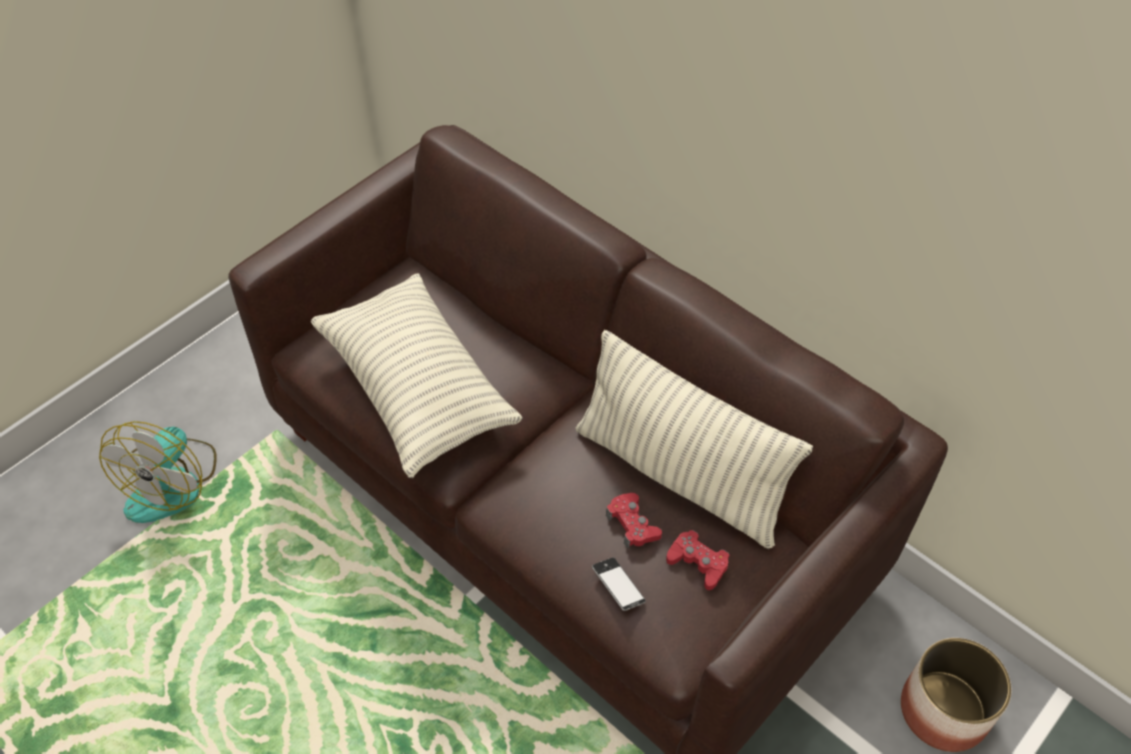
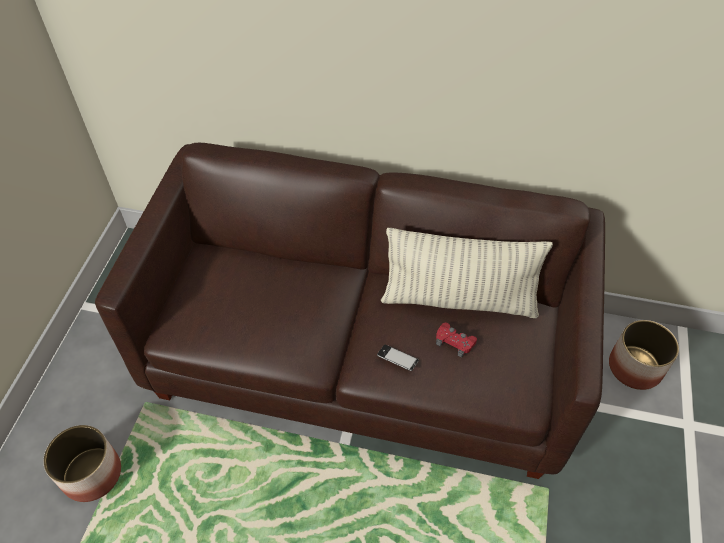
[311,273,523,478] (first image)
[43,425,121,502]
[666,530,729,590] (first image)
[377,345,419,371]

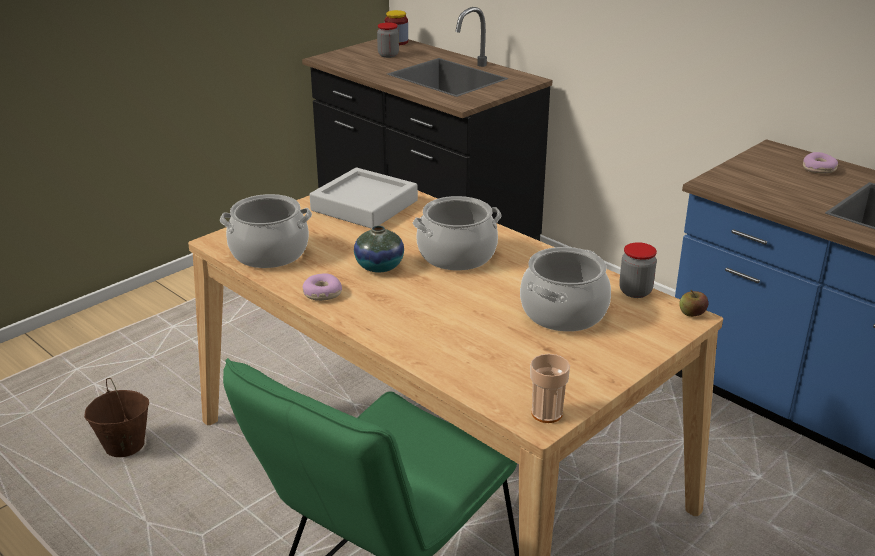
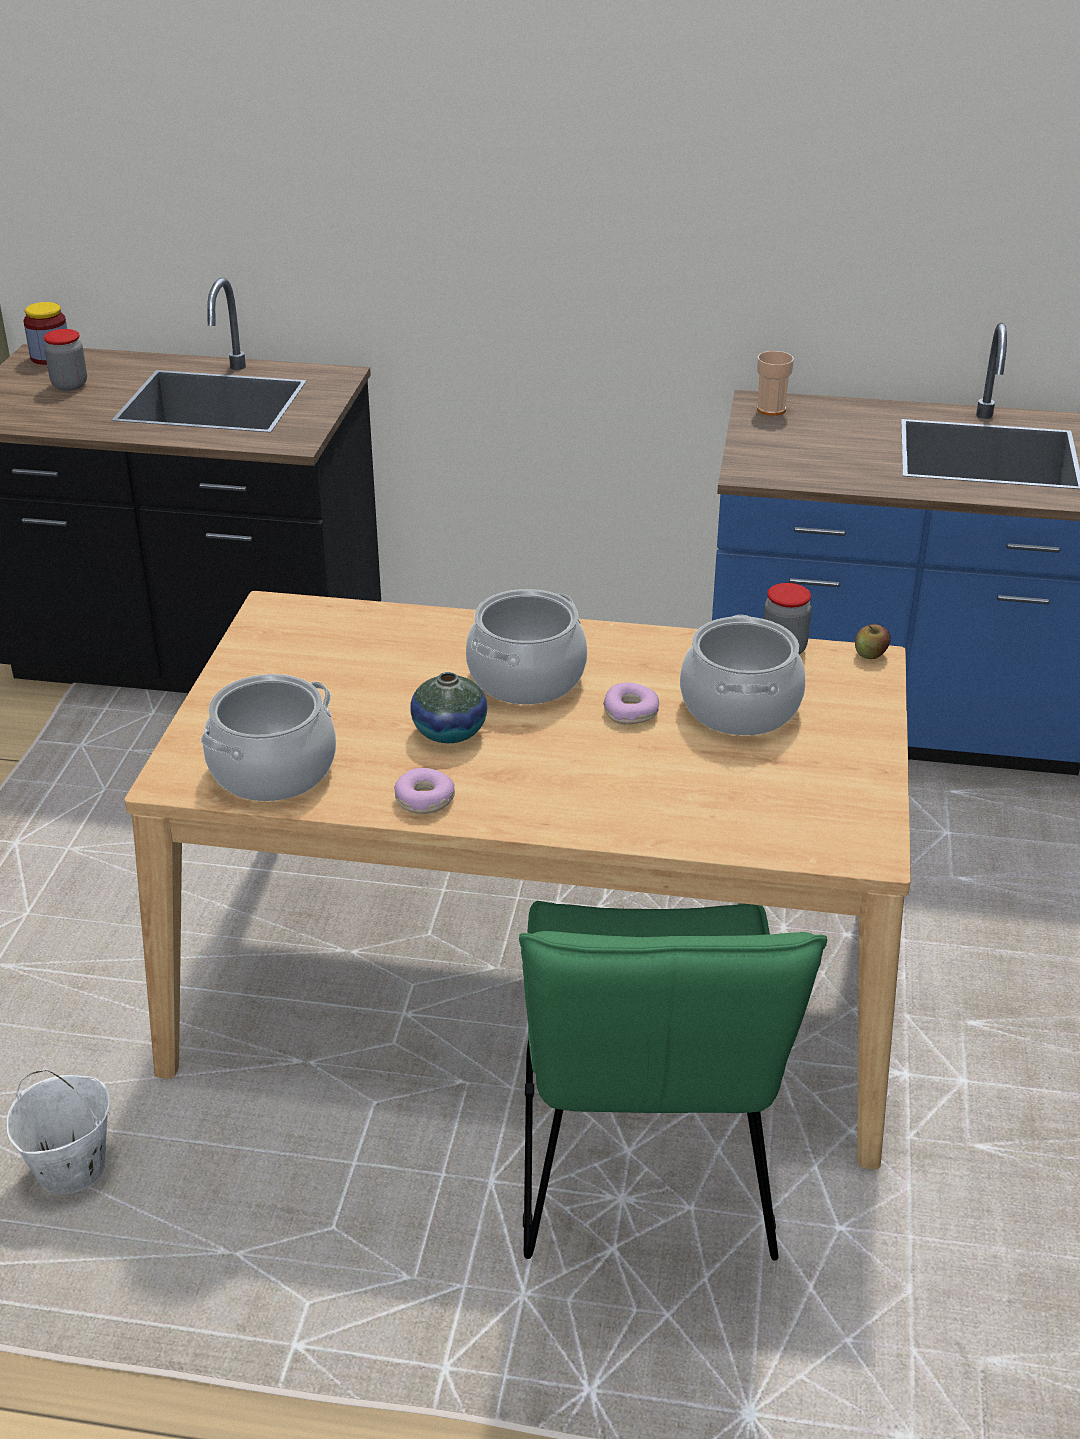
[603,682,659,724]
[309,168,418,229] (first image)
[757,351,794,416]
[6,1069,110,1194]

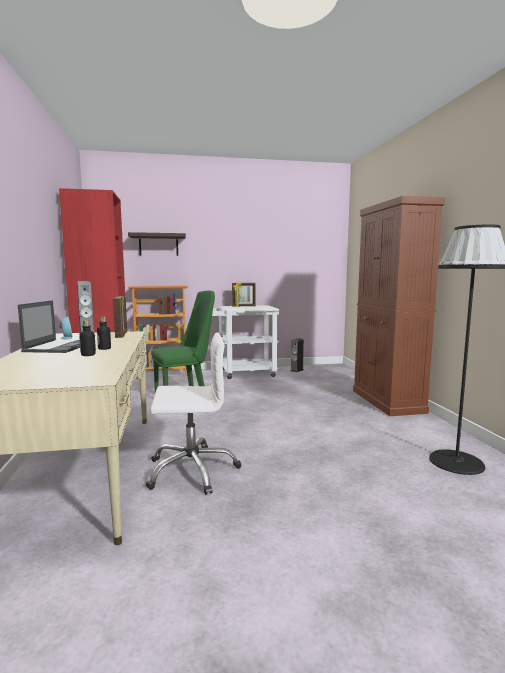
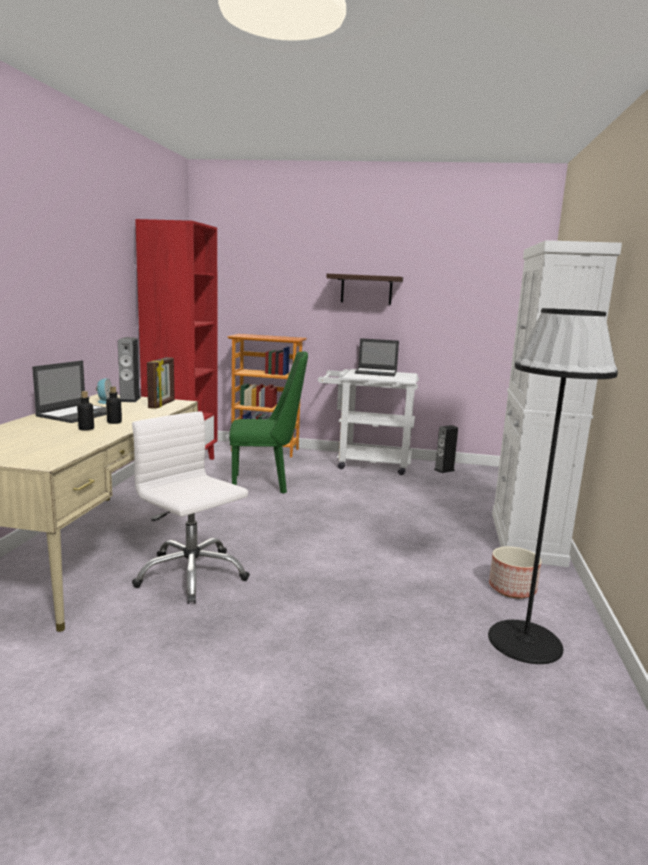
[492,240,622,567]
[326,274,403,305]
[355,338,399,376]
[132,411,250,604]
[489,546,541,598]

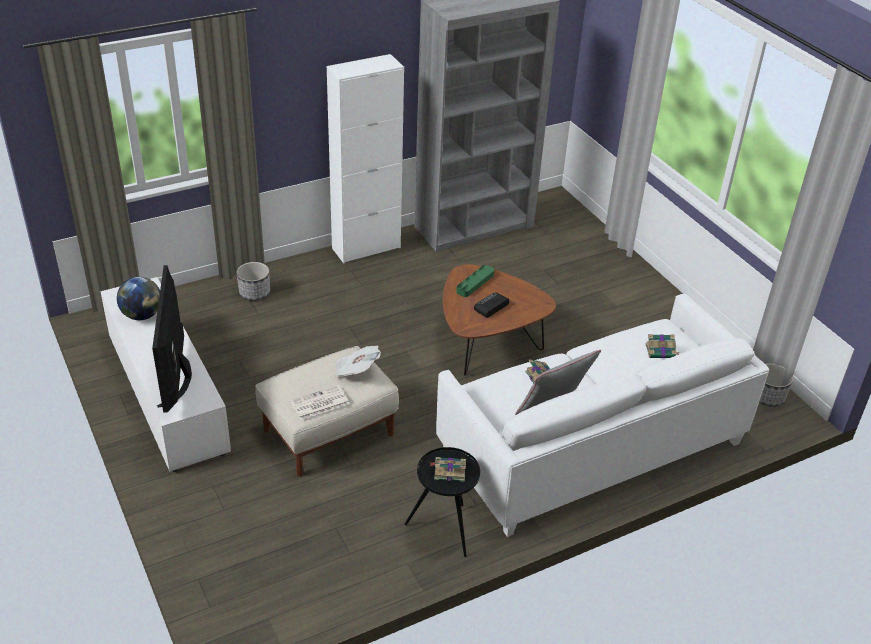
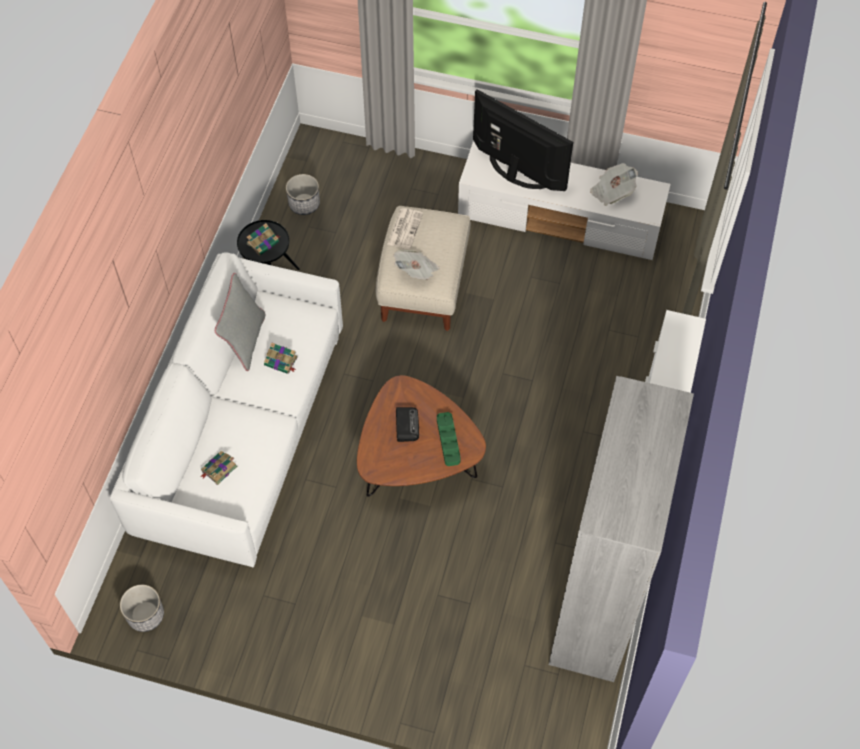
[286,174,320,215]
[590,163,638,206]

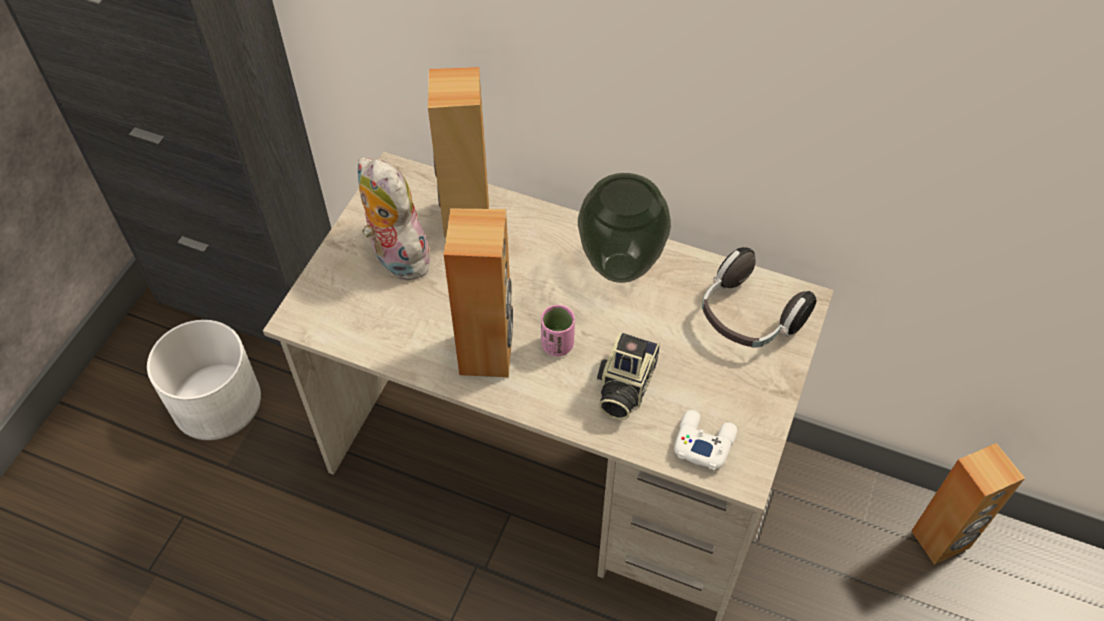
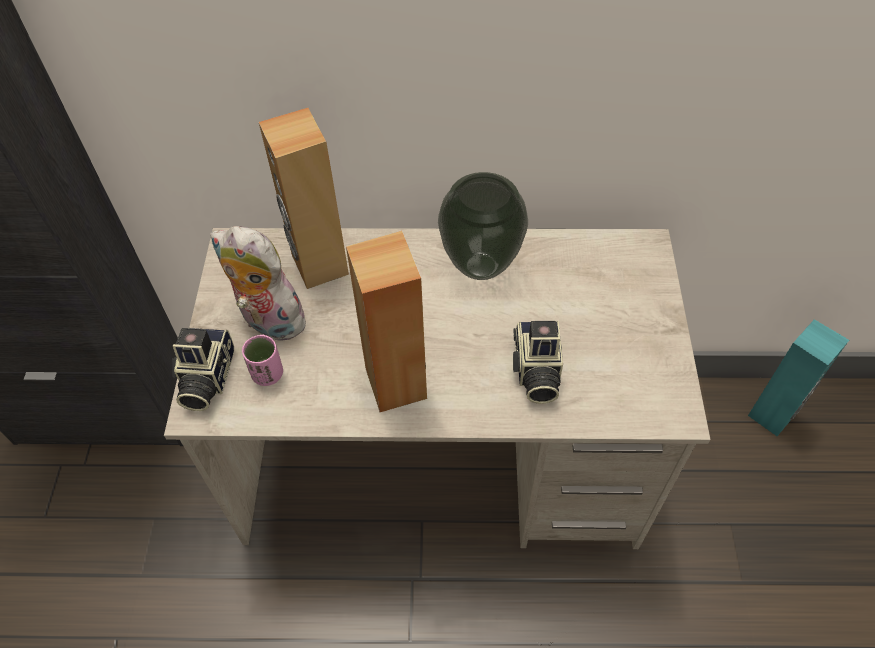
[702,247,817,347] (first image)
[242,334,283,386]
[147,320,261,440] (first image)
[674,410,737,471] (first image)
[748,319,849,436]
[172,328,234,411]

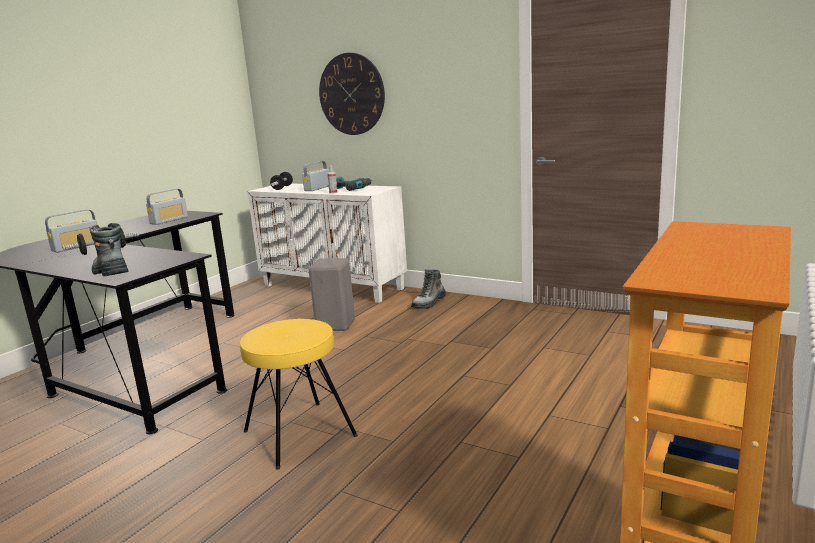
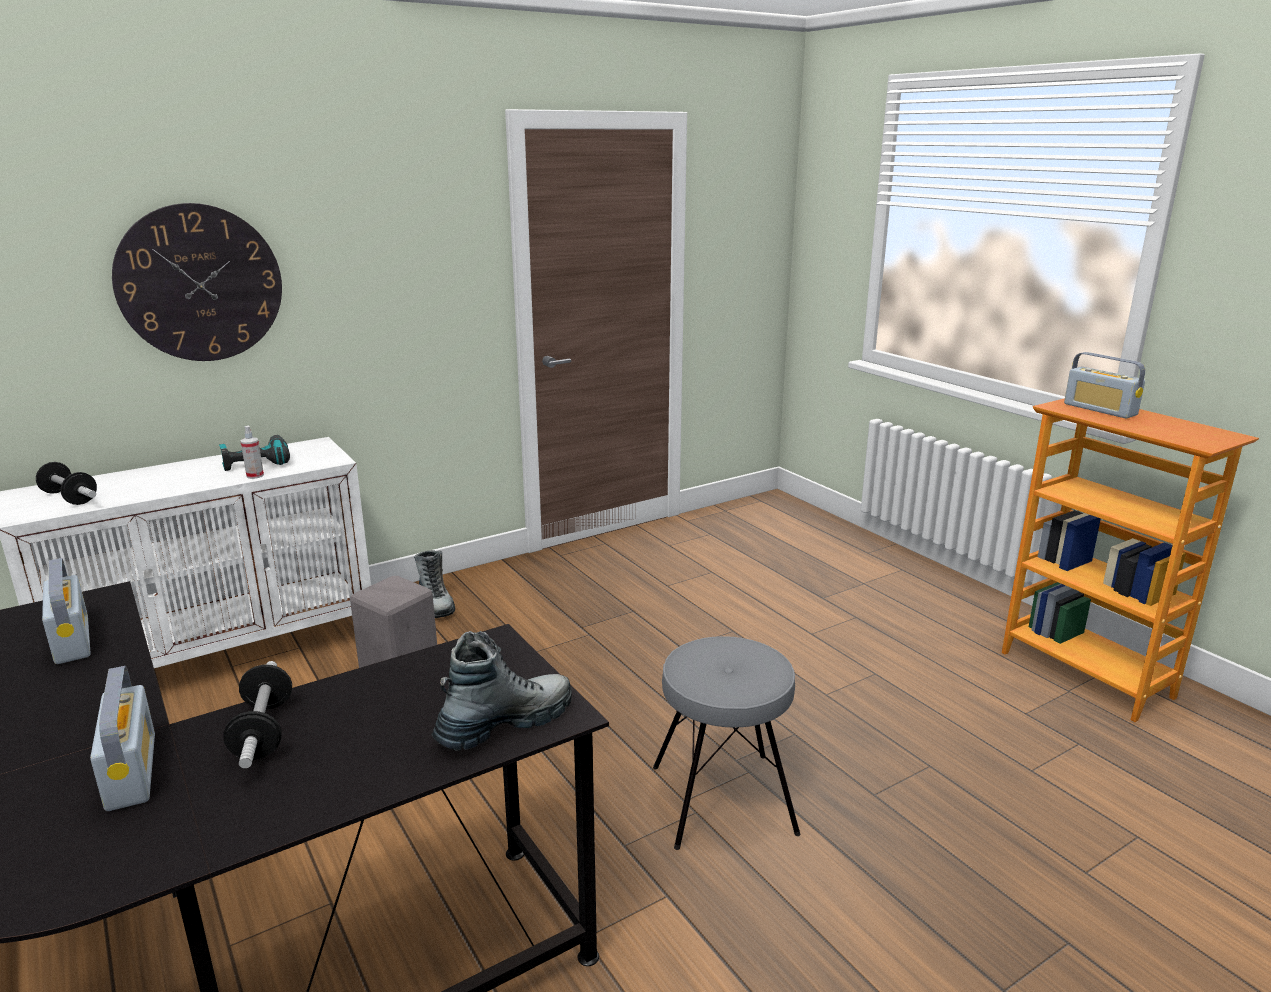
[1064,352,1145,419]
[431,631,572,751]
[653,636,800,850]

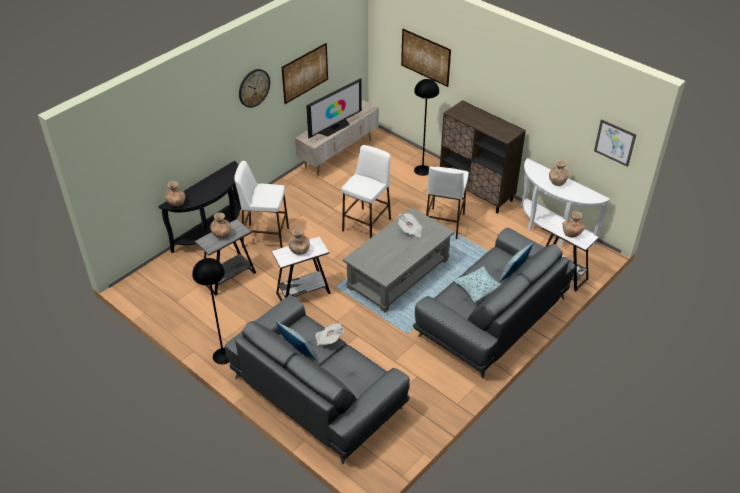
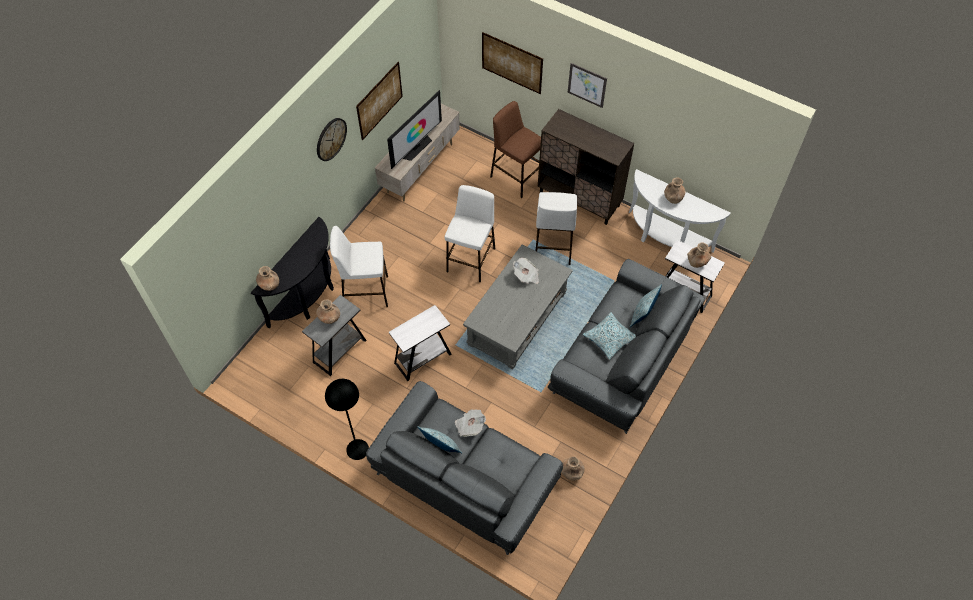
[490,101,541,198]
[568,63,607,108]
[561,456,585,481]

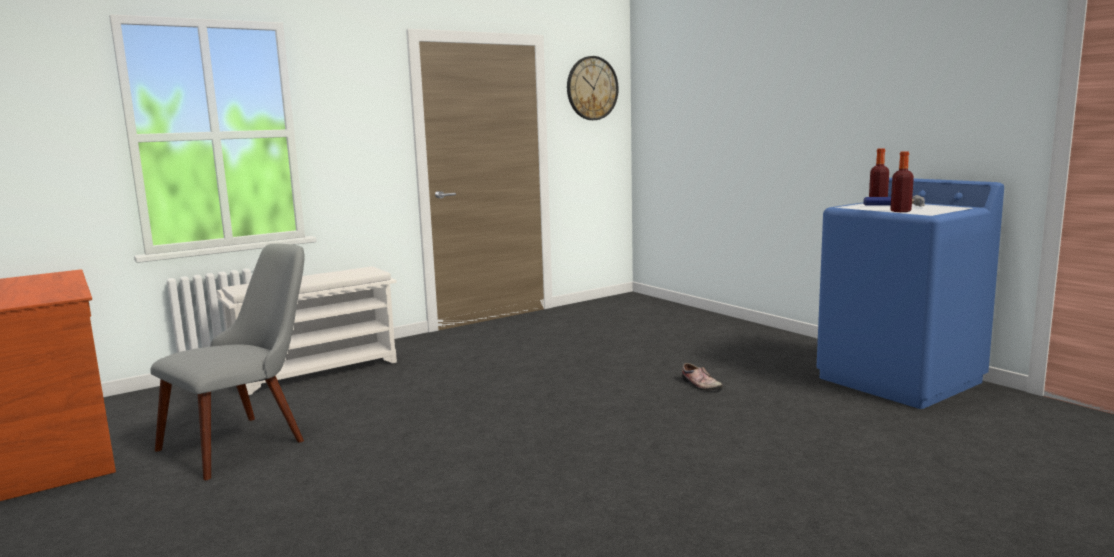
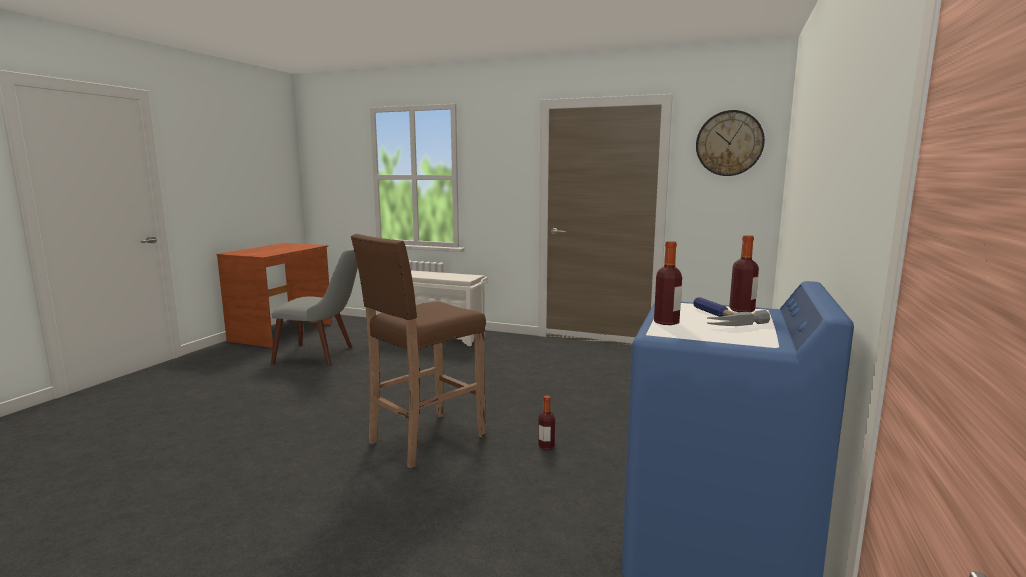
[538,396,555,450]
[351,234,486,468]

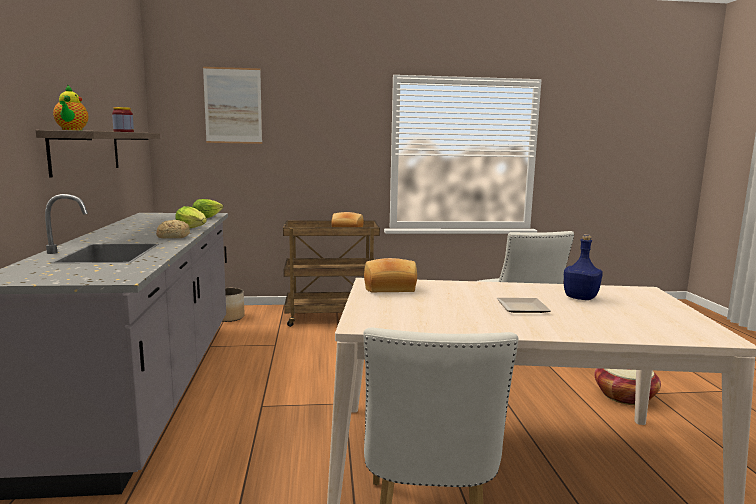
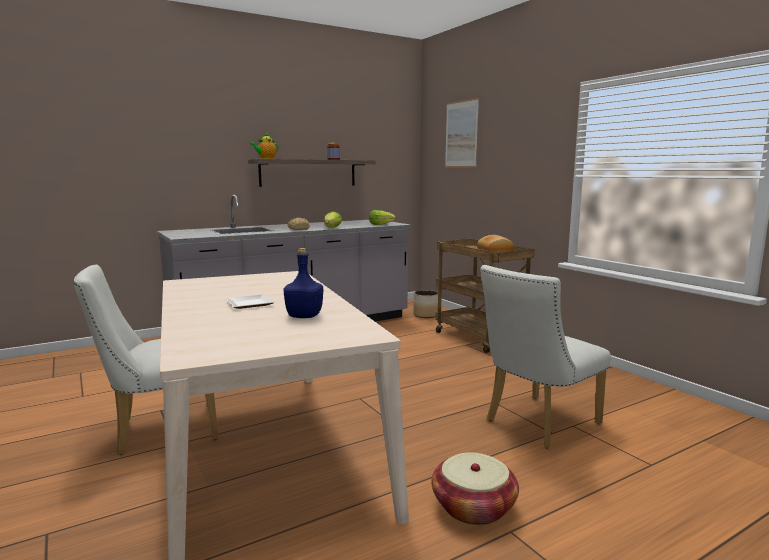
[364,258,417,292] (first image)

